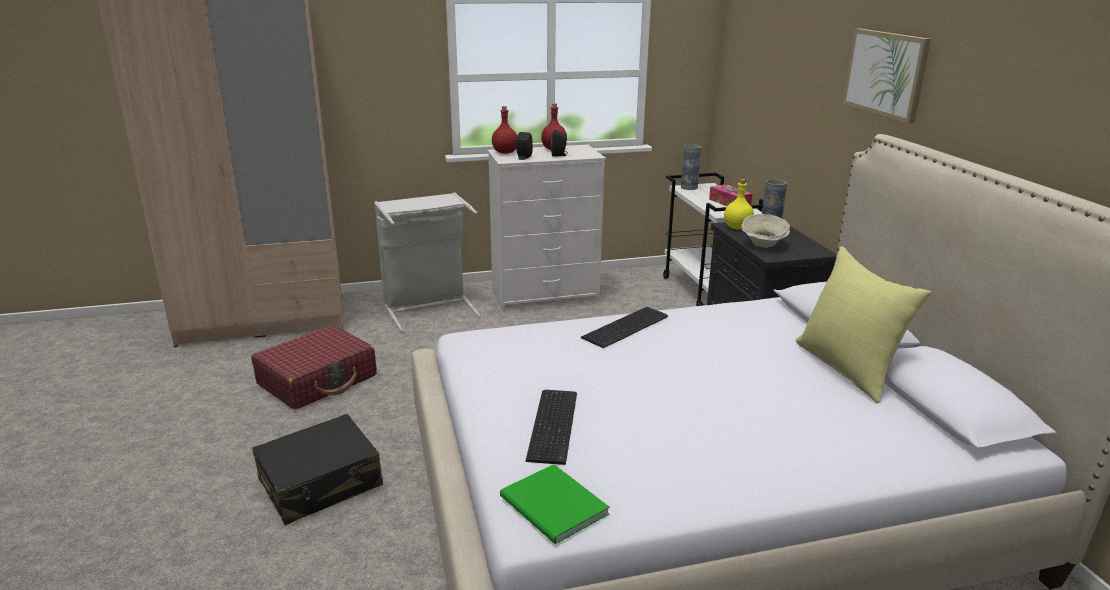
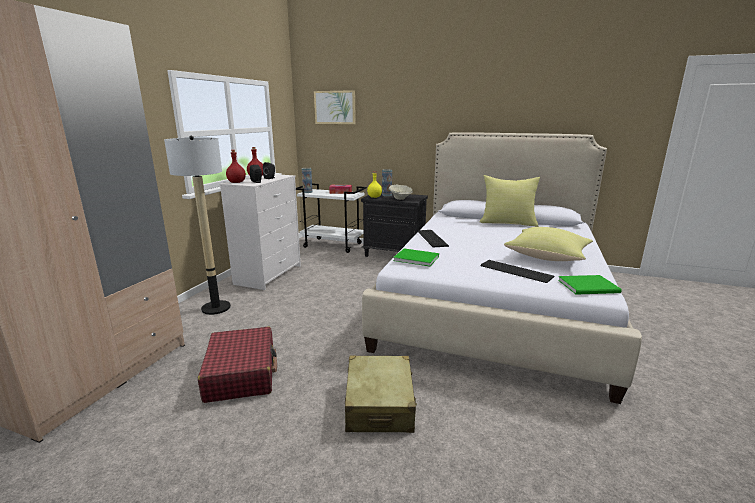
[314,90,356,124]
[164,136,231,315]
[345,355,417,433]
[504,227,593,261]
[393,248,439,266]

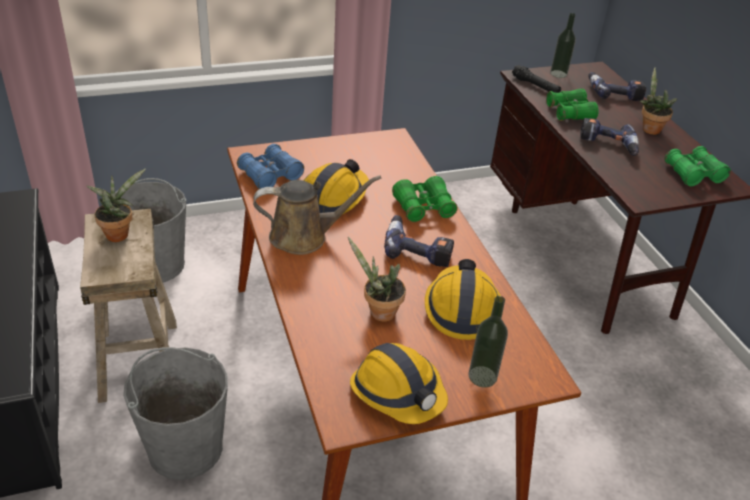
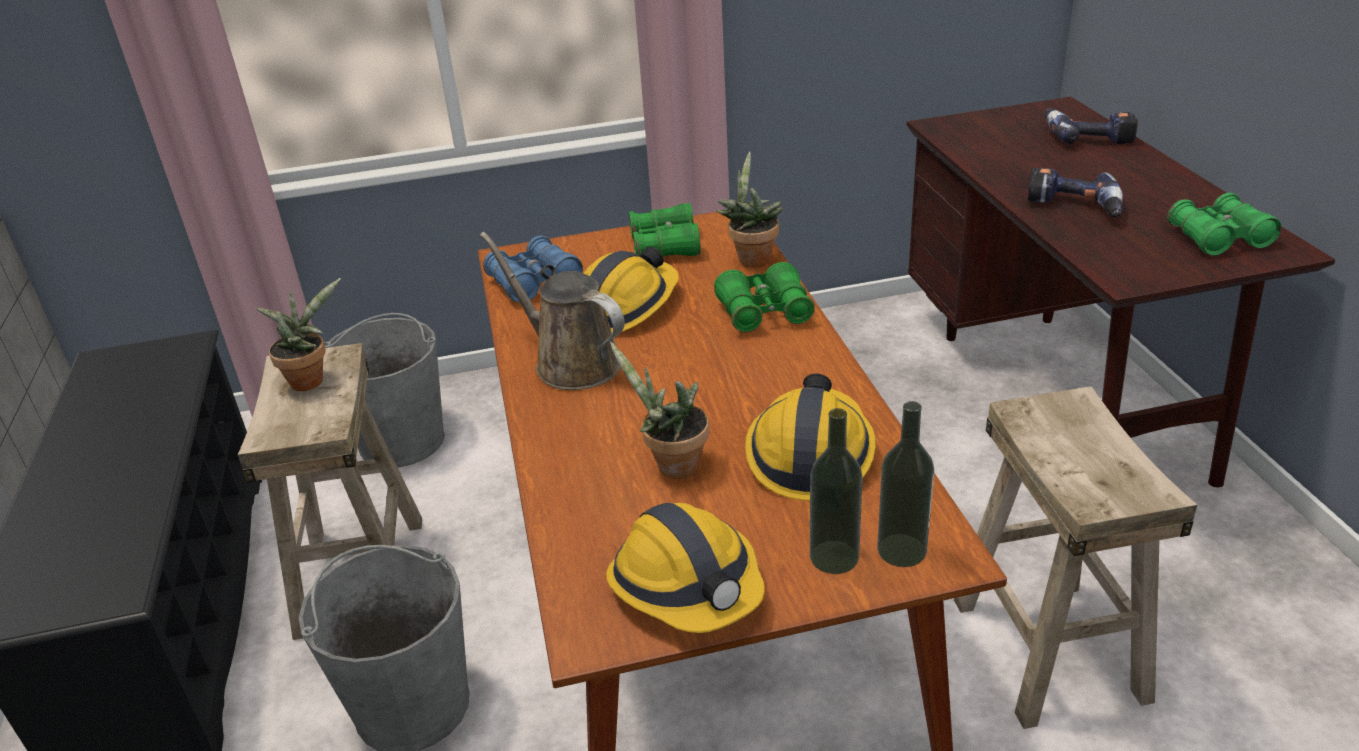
[877,401,934,567]
[512,65,561,93] (first image)
[716,151,782,267]
[629,203,701,257]
[480,232,625,390]
[384,215,454,267] (first image)
[954,386,1197,729]

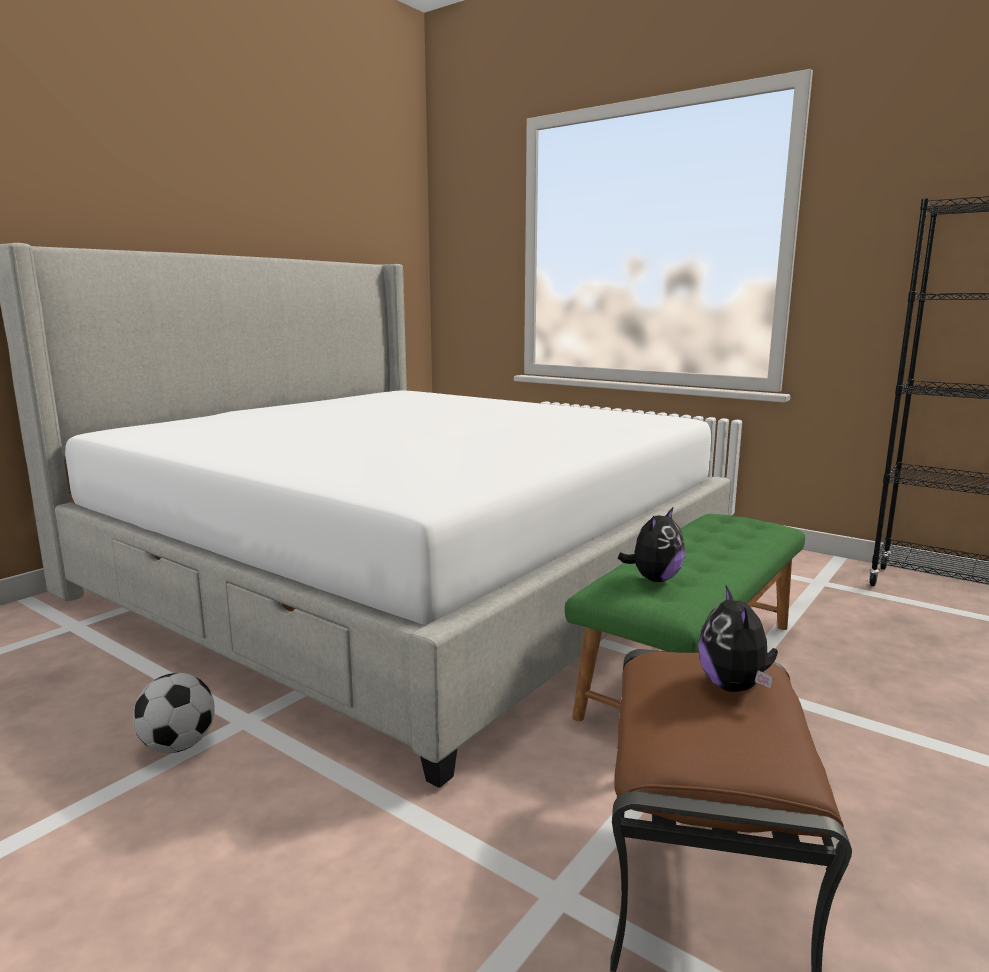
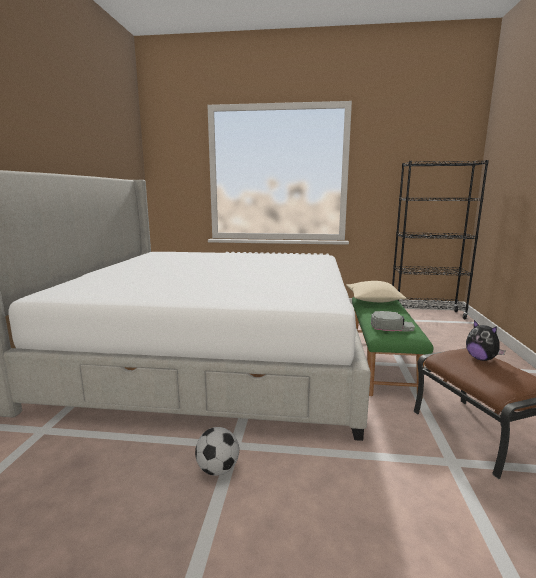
[371,311,415,332]
[346,281,406,302]

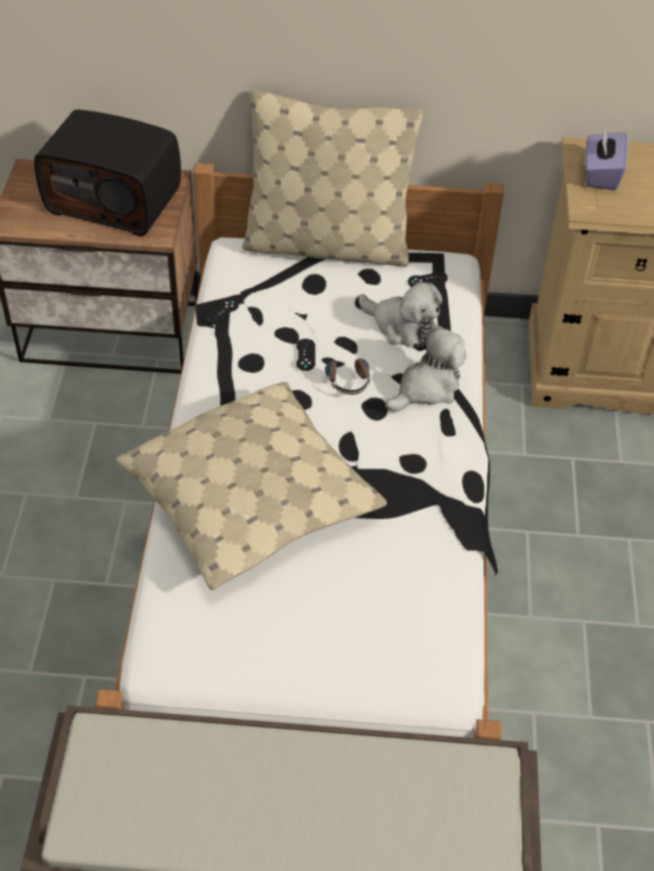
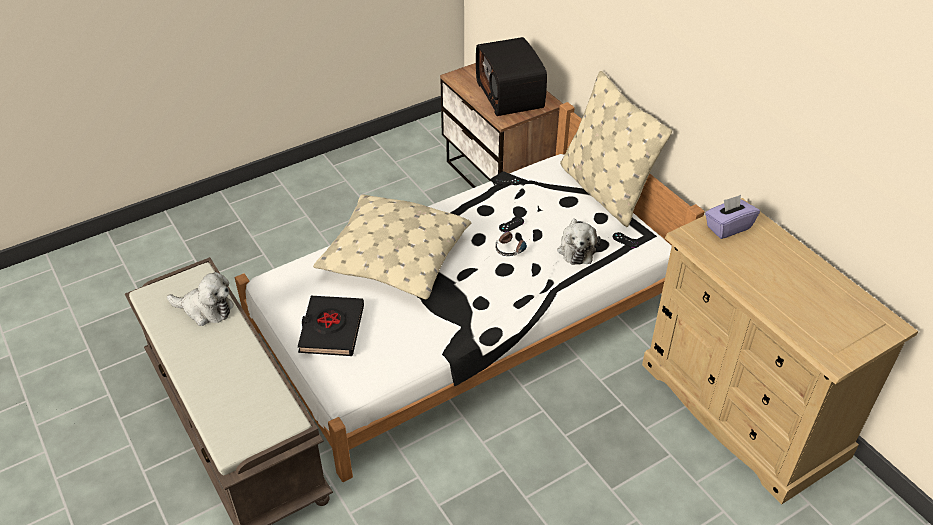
[167,272,234,326]
[298,296,364,356]

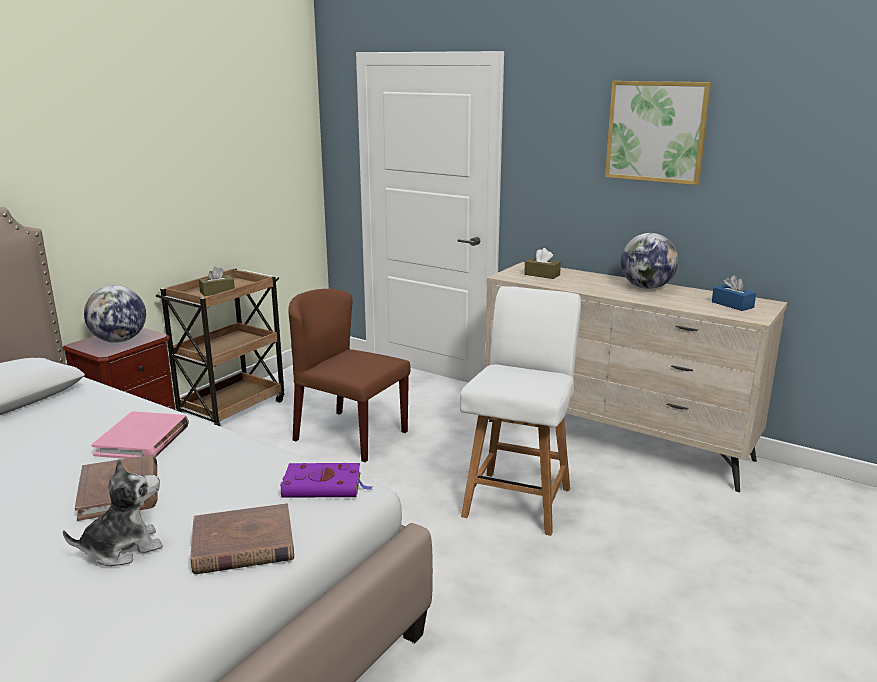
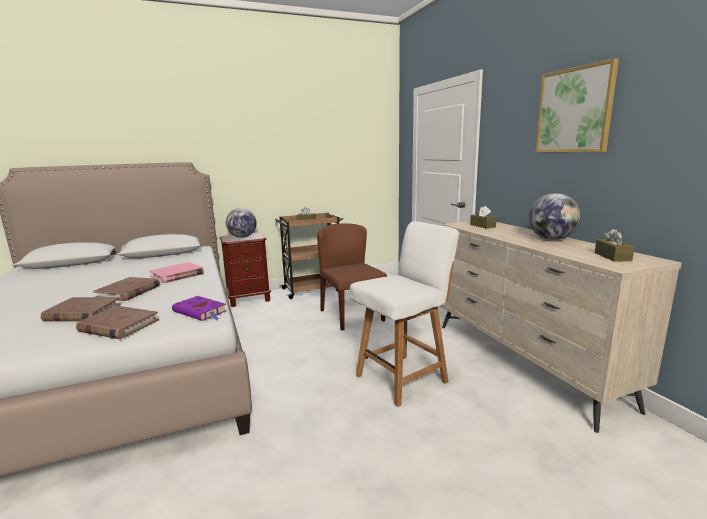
[595,229,635,262]
[41,297,121,322]

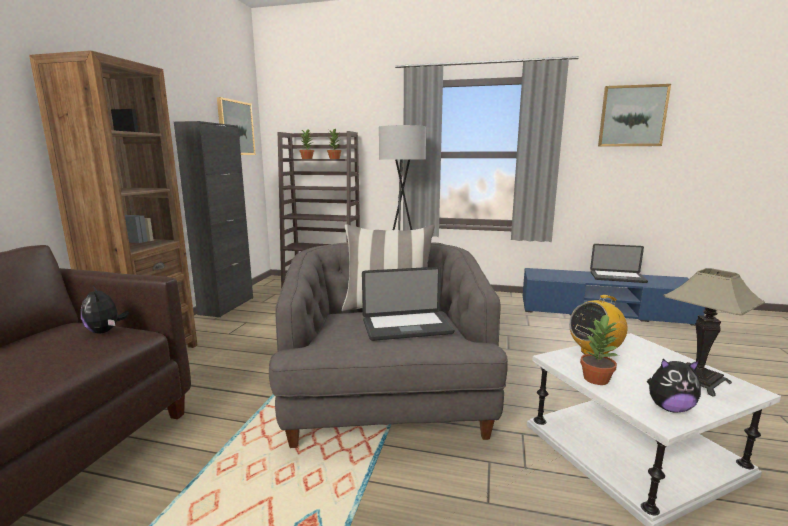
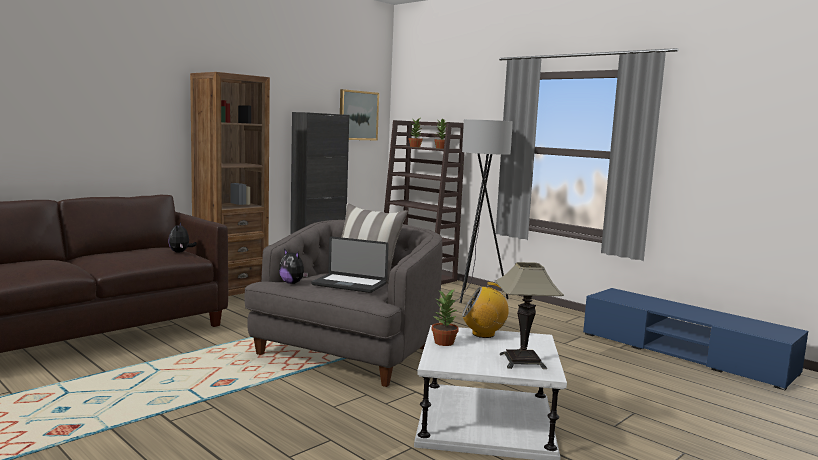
[598,84,671,146] (first image)
[590,244,648,283] (first image)
[279,249,308,284]

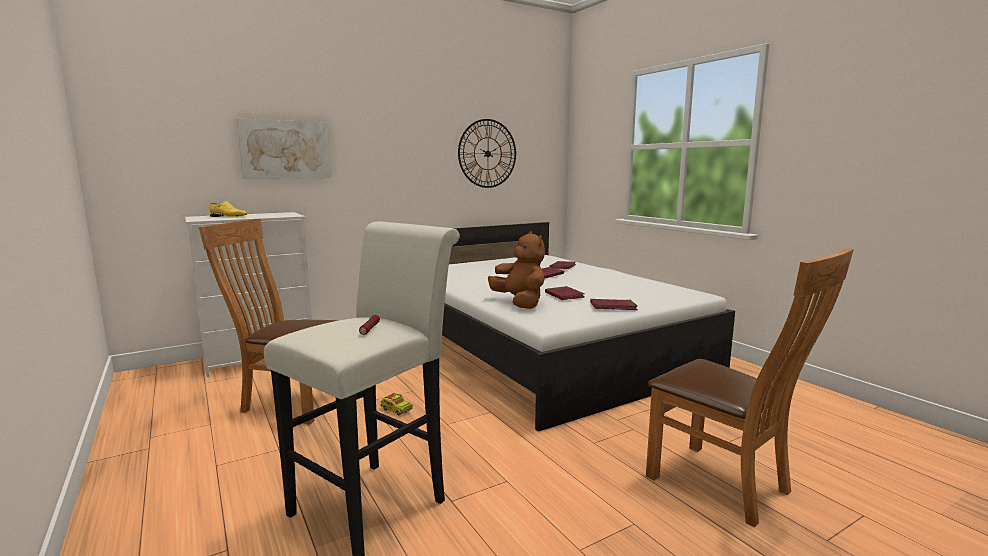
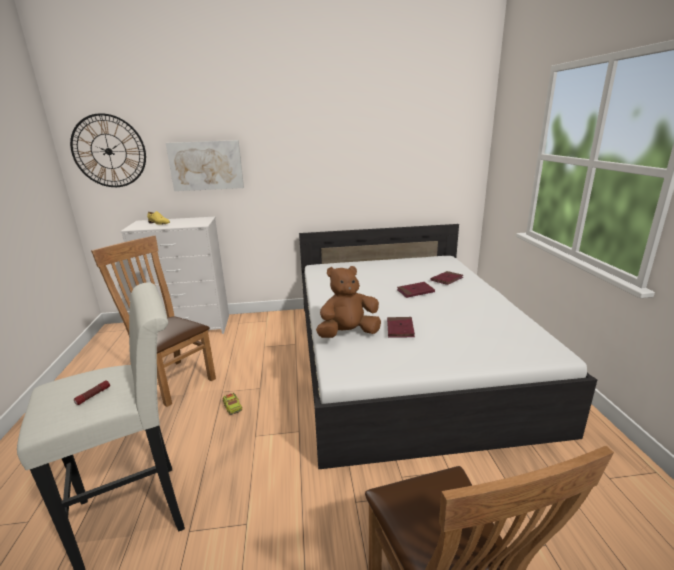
[70,113,146,187]
[316,266,381,338]
[590,299,638,310] (first image)

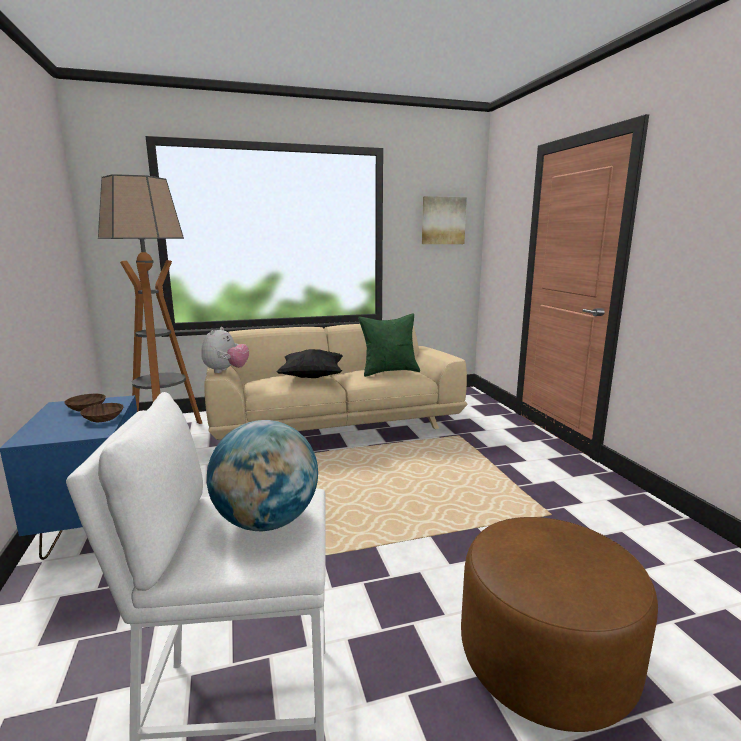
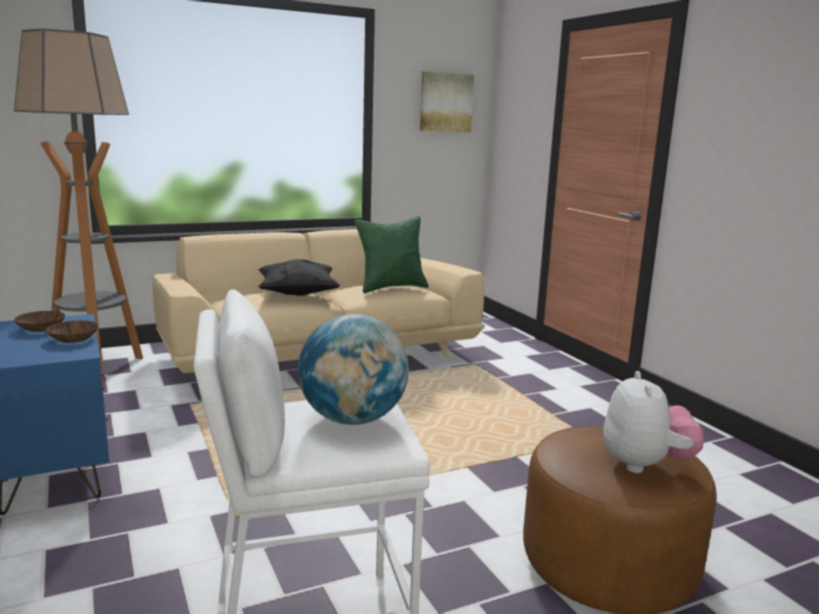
[603,371,703,473]

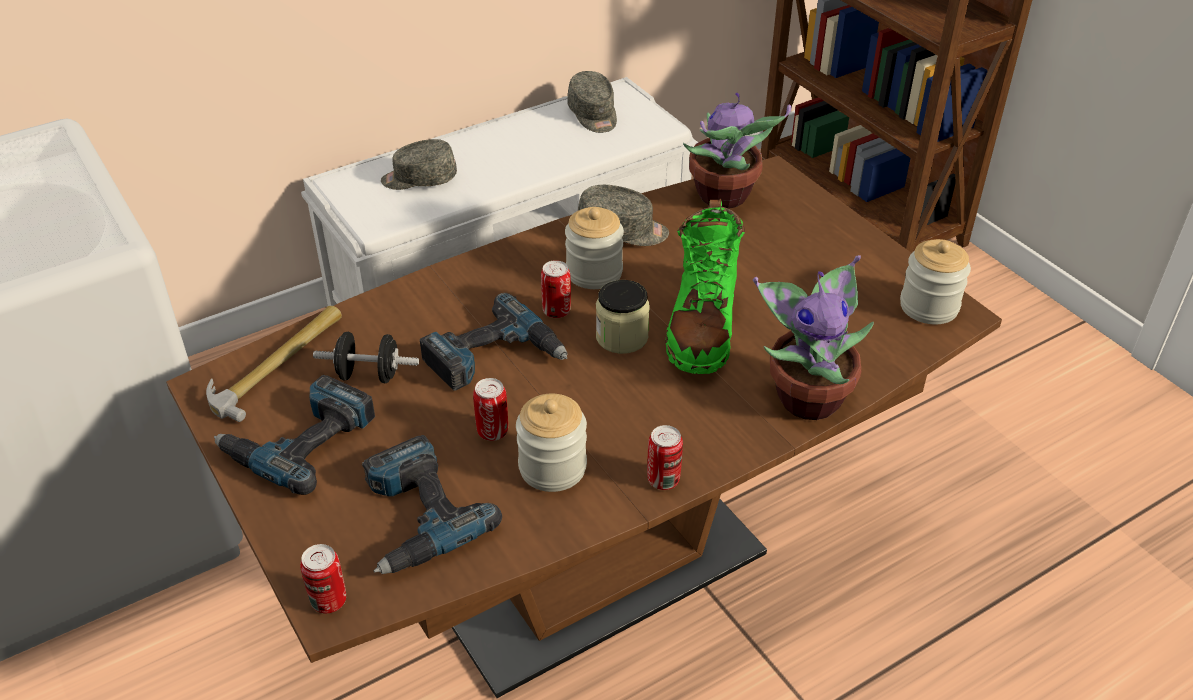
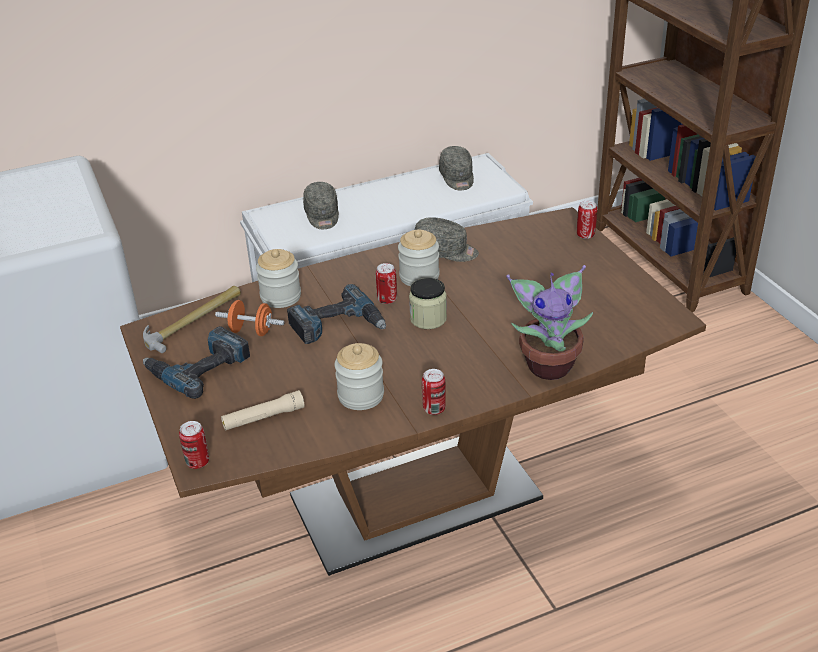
[683,93,791,209] (first image)
[303,182,339,229]
[666,199,745,374] (first image)
[256,249,301,308]
[215,300,284,336]
[577,201,597,239]
[221,390,305,430]

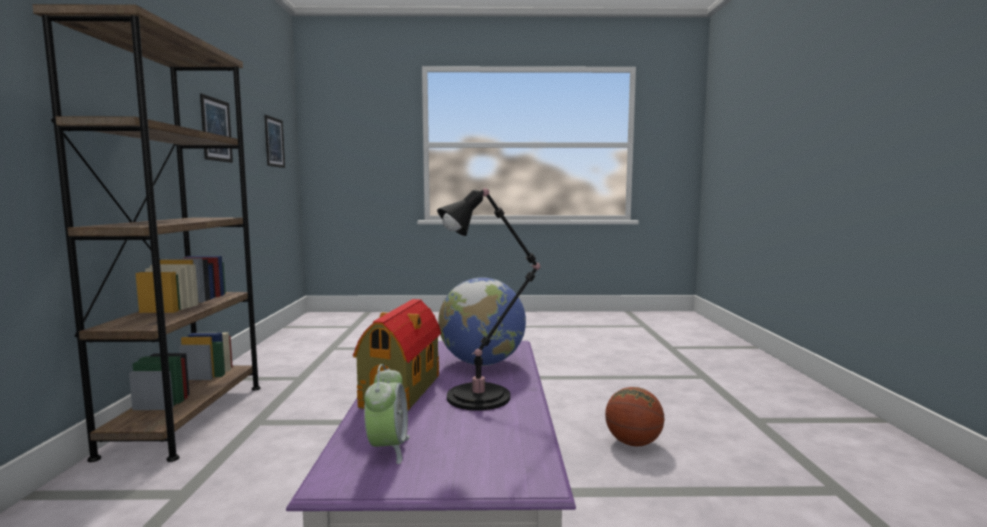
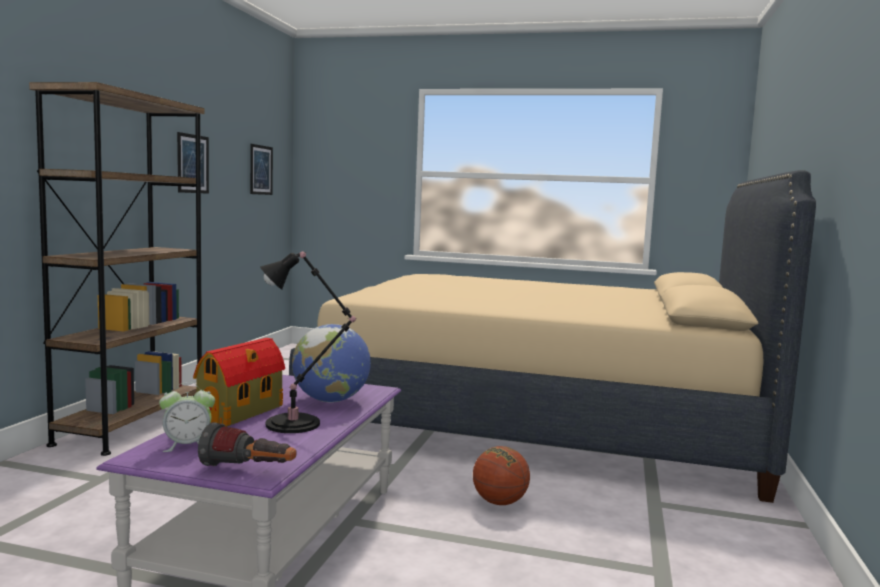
[159,383,215,452]
[289,170,816,503]
[198,422,296,466]

